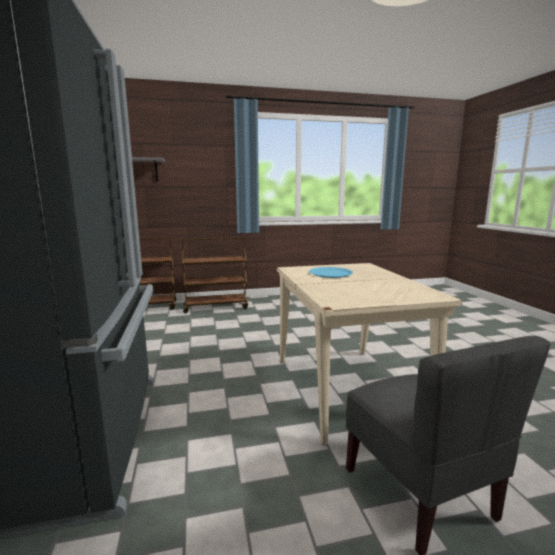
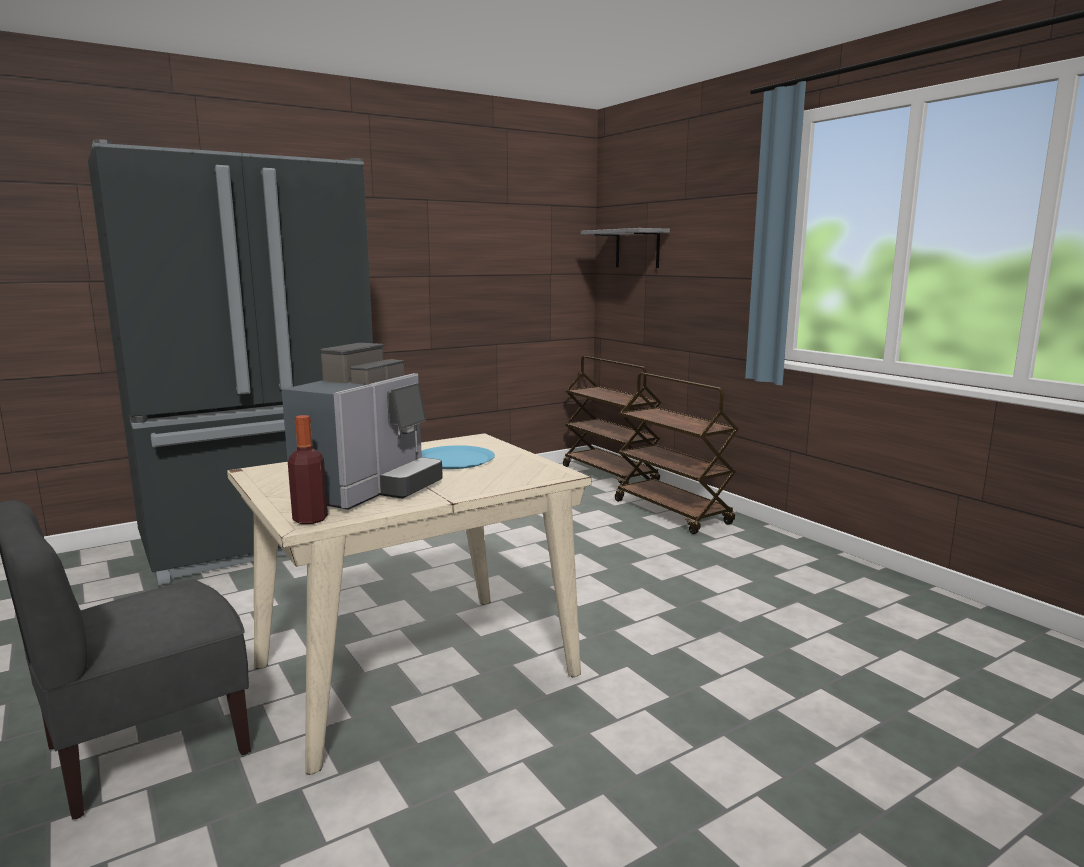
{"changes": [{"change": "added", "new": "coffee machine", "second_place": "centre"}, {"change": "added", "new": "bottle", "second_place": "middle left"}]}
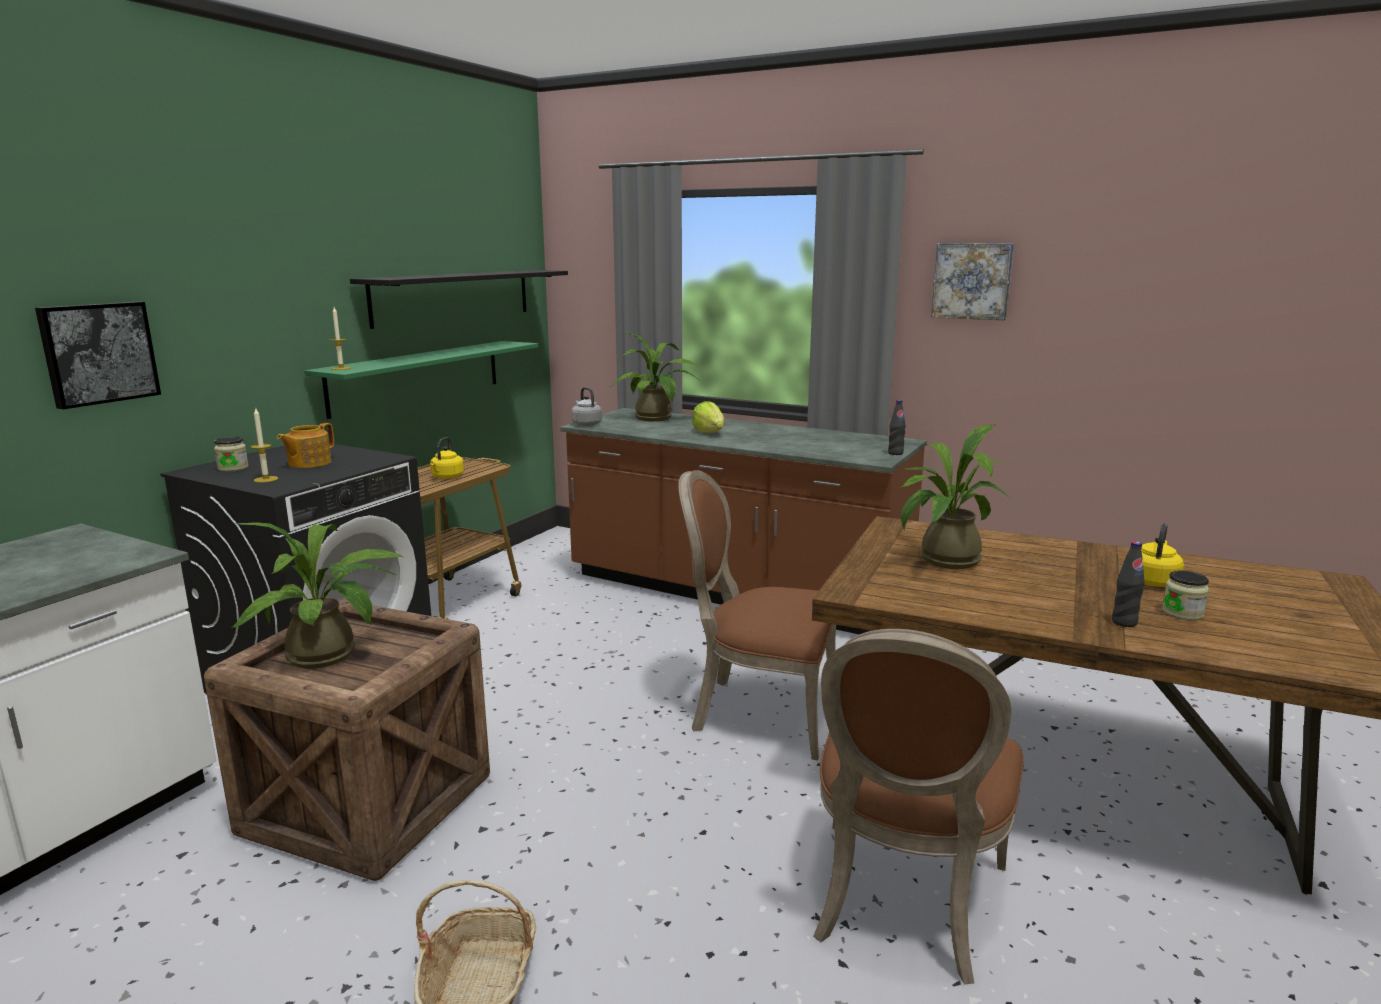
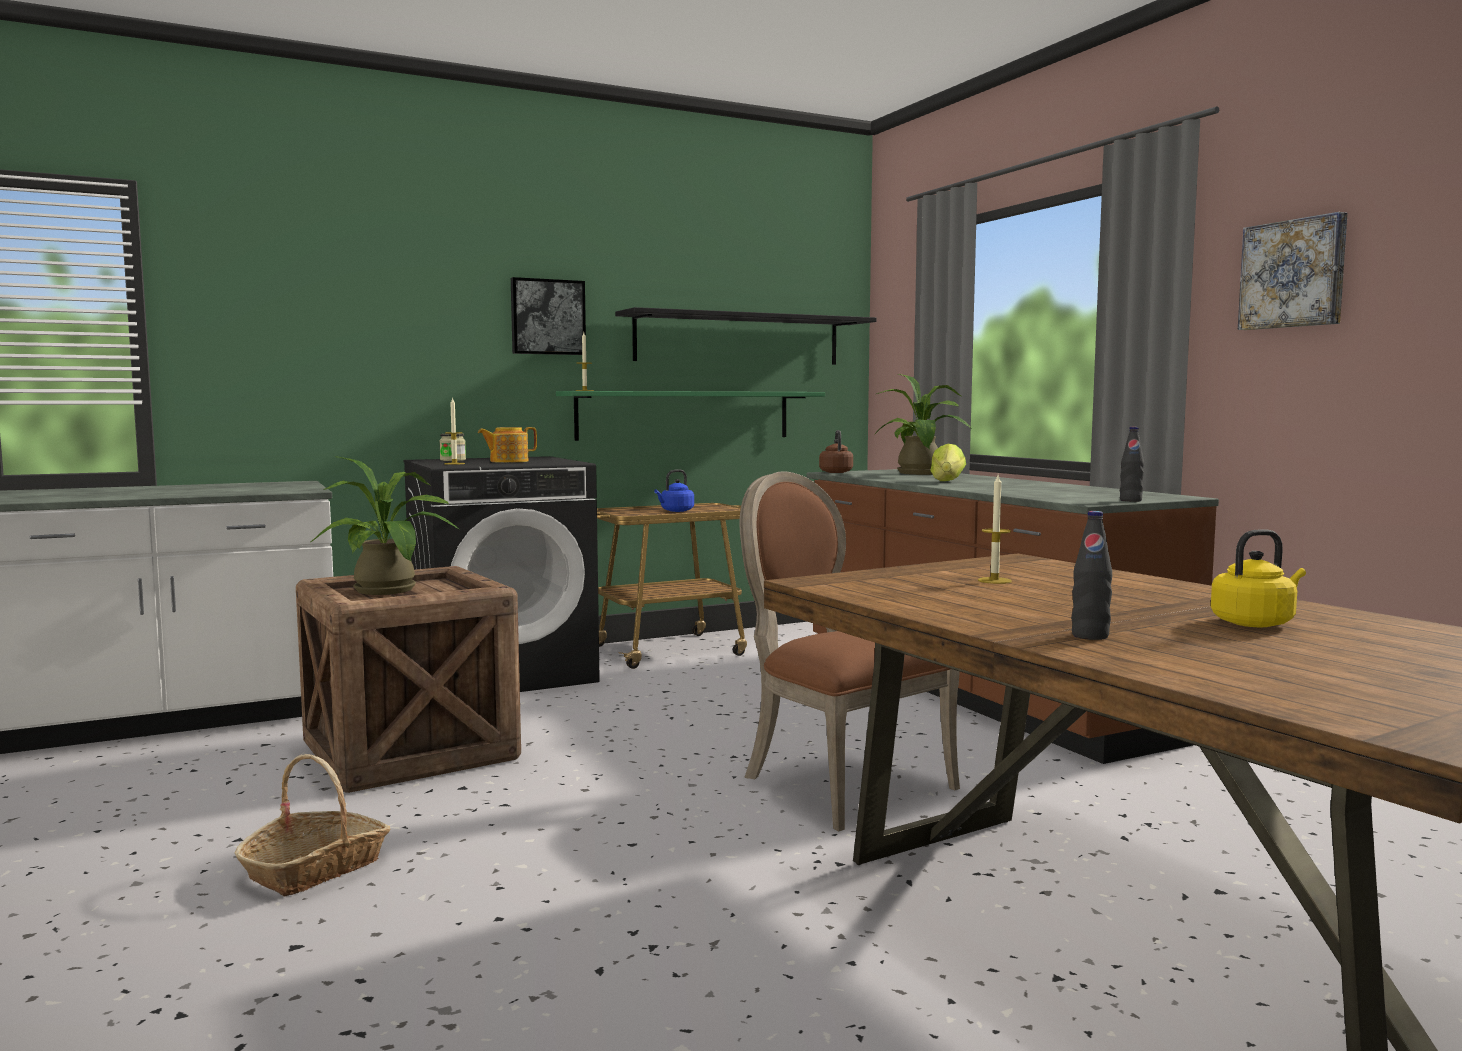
{"changes": [{"change": "moved", "old": "picture (1st from left)", "first_place": "middle left", "second_place": "top centre"}, {"change": "recoloured", "old": "kettle (yellow) (1st from left)", "new": "kettle (blue)", "first_place": "middle left", "second_place": "centre"}, {"change": "recoloured", "old": "kettle (grey)", "new": "kettle (brown)", "first_place": "centre", "second_place": "centre"}, {"change": "removed", "old": "chair (brown) (2nd from left)", "first_place": "bottom centre"}, {"change": "replaced", "old": "potted plant (3rd from left)", "new": "candle (3rd from left)", "first_place": "middle right", "second_place": "middle right"}, {"change": "removed", "old": "jar (2nd from left)", "first_place": "middle right"}]}
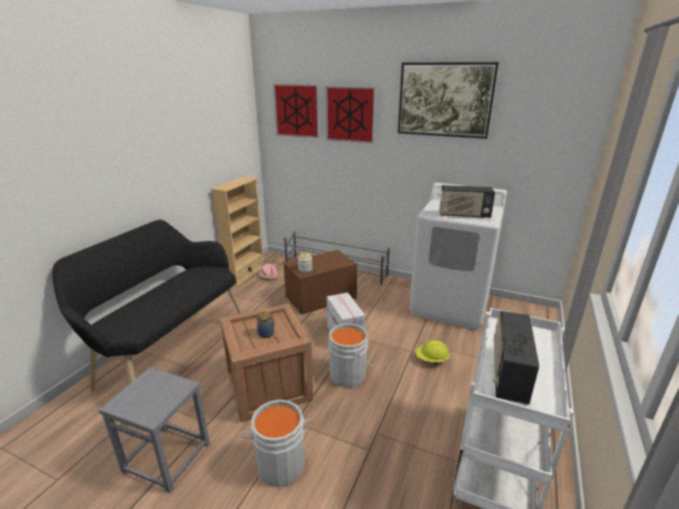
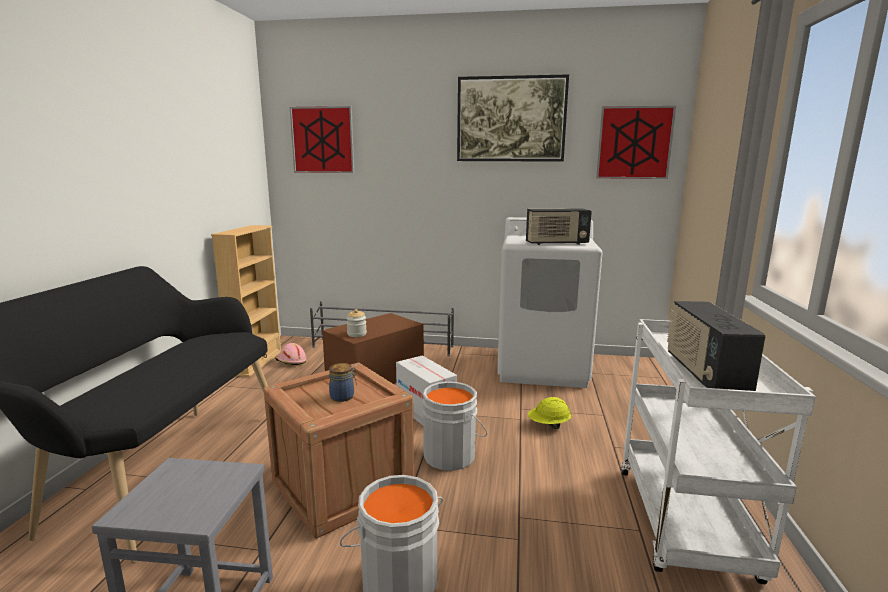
{"changes": [{"change": "moved", "old": "picture (2nd from left in the first image)", "new": "picture (3rd from left)", "first_place": "top centre", "second_place": "top right"}]}
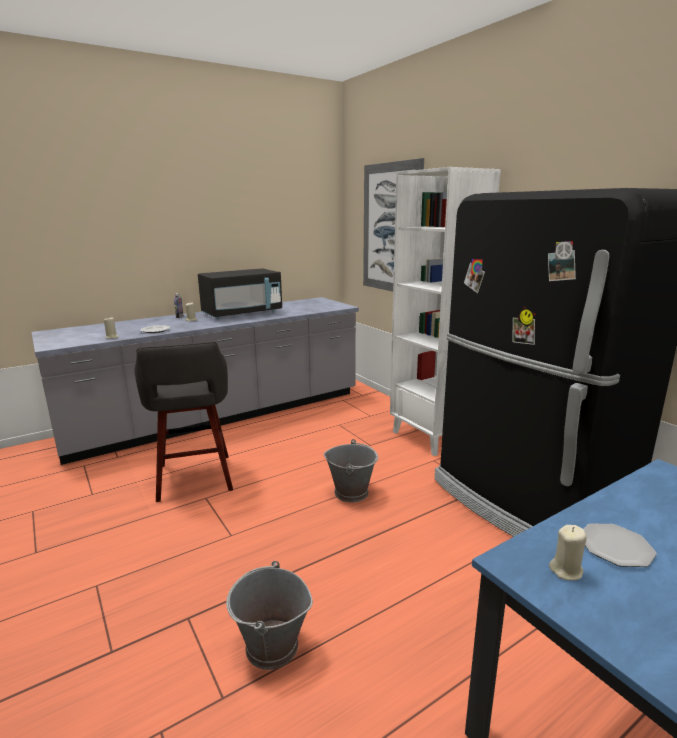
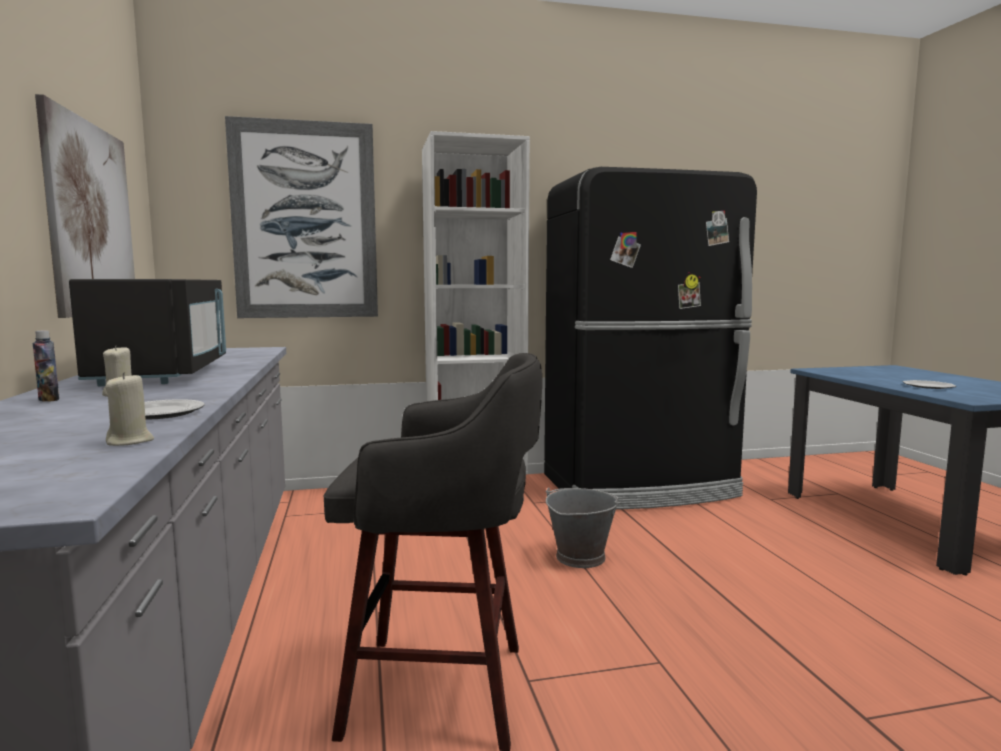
{"changes": [{"change": "removed", "old": "bucket (grey) (1st from left)", "first_place": "bottom centre"}, {"change": "removed", "old": "candle (beige) (3rd from left)", "first_place": "bottom right"}, {"change": "added", "new": "picture (1st from left)", "second_place": "top left"}]}
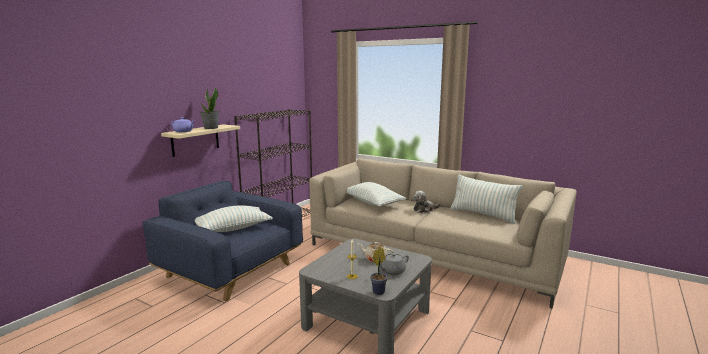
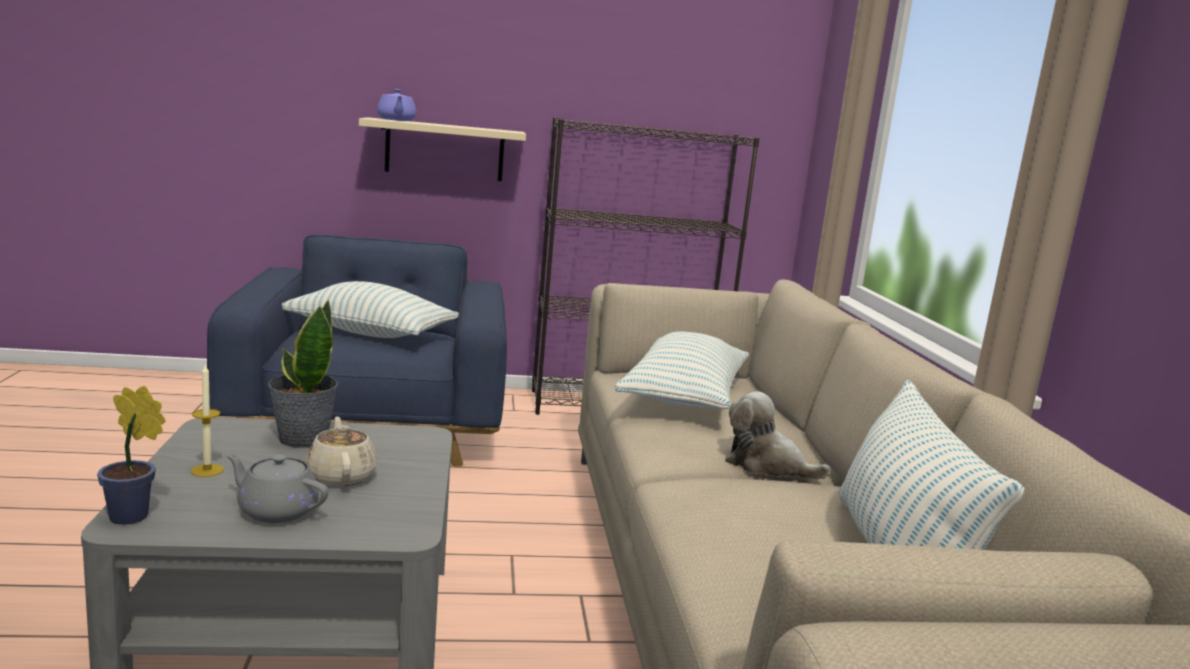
{"changes": [{"change": "moved", "old": "potted plant (1st from left in the first image)", "new": "potted plant (2nd from left)", "first_place": "top left", "second_place": "middle left"}]}
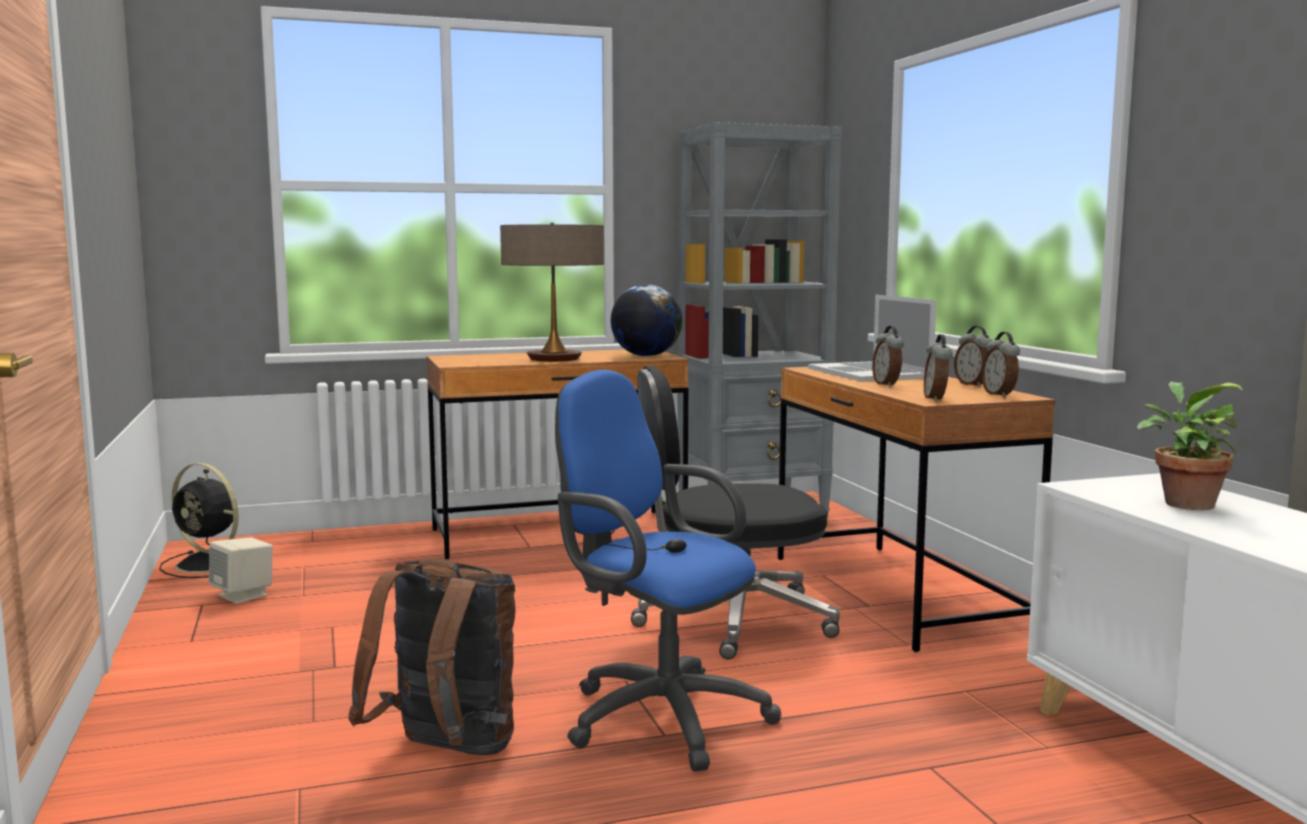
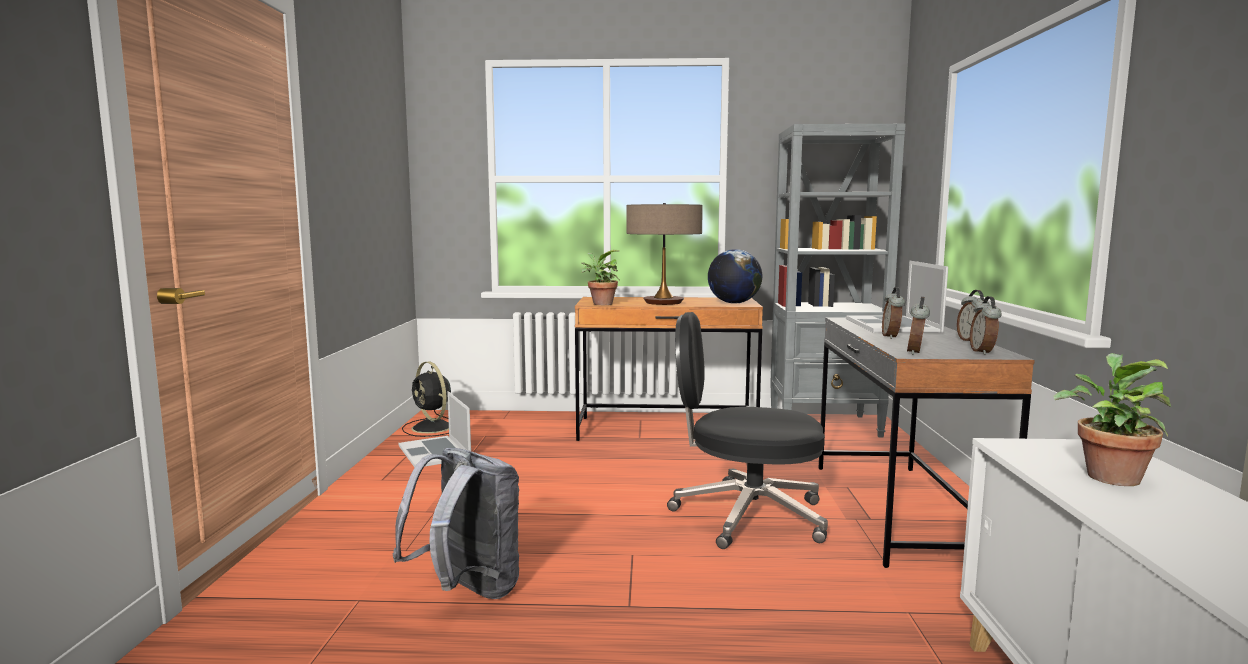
{"changes": [{"change": "replaced", "old": "speaker (beige)", "new": "laptop (1st from left)", "first_place": "bottom left", "second_place": "centre"}, {"change": "recoloured", "old": "backpack (brown)", "new": "backpack (grey)", "first_place": "bottom left", "second_place": "bottom centre"}, {"change": "removed", "old": "office chair (blue)", "first_place": "bottom centre"}, {"change": "recoloured", "old": "desk (brown) (2nd from left)", "new": "desk (grey)", "first_place": "middle right", "second_place": "middle right"}, {"change": "added", "new": "potted plant (1st from left)", "second_place": "centre"}]}
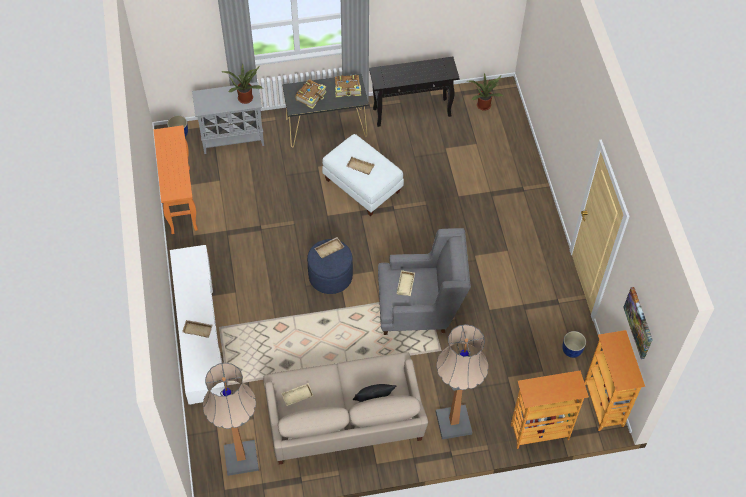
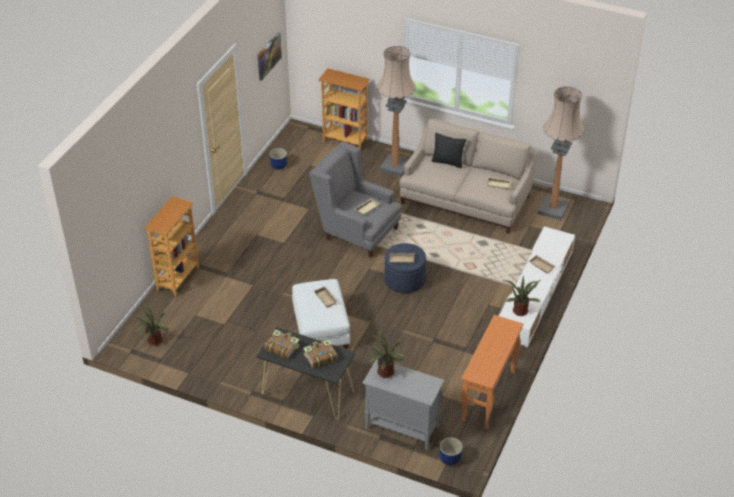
{"changes": [{"change": "removed", "old": "console table (black) (2nd from left)", "first_place": "top centre"}, {"change": "moved", "old": "bookcase (2nd from left in the first image)", "new": "bookcase (1st from left)", "first_place": "bottom right", "second_place": "middle left"}, {"change": "added", "new": "potted plant (3rd from left)", "second_place": "middle right"}]}
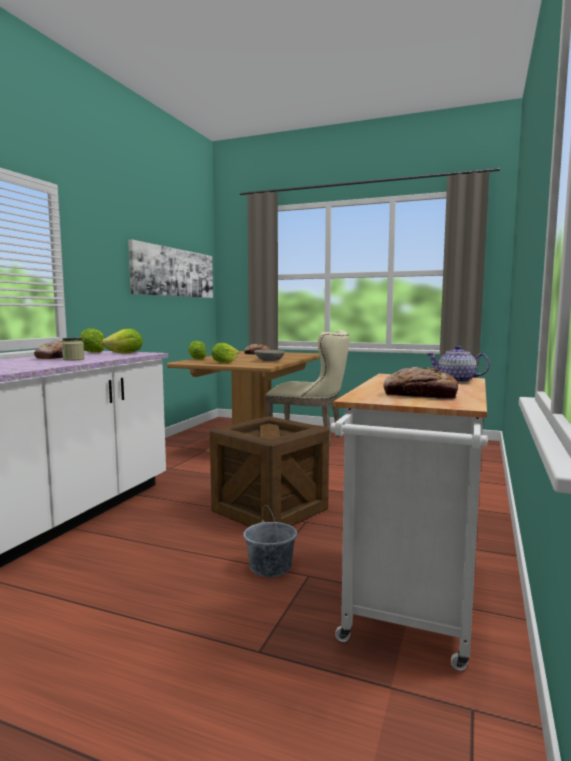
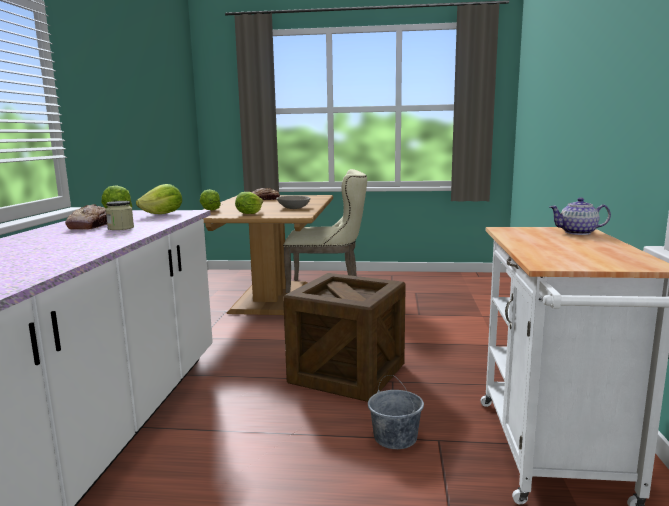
{"changes": [{"change": "removed", "old": "picture", "first_place": "middle left"}, {"change": "removed", "old": "bread (3rd from left)", "first_place": "middle right"}]}
